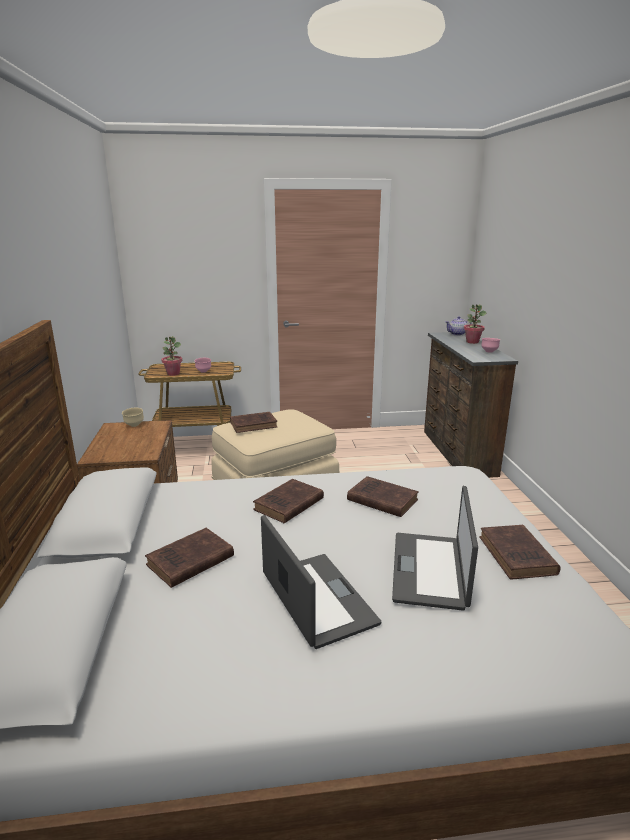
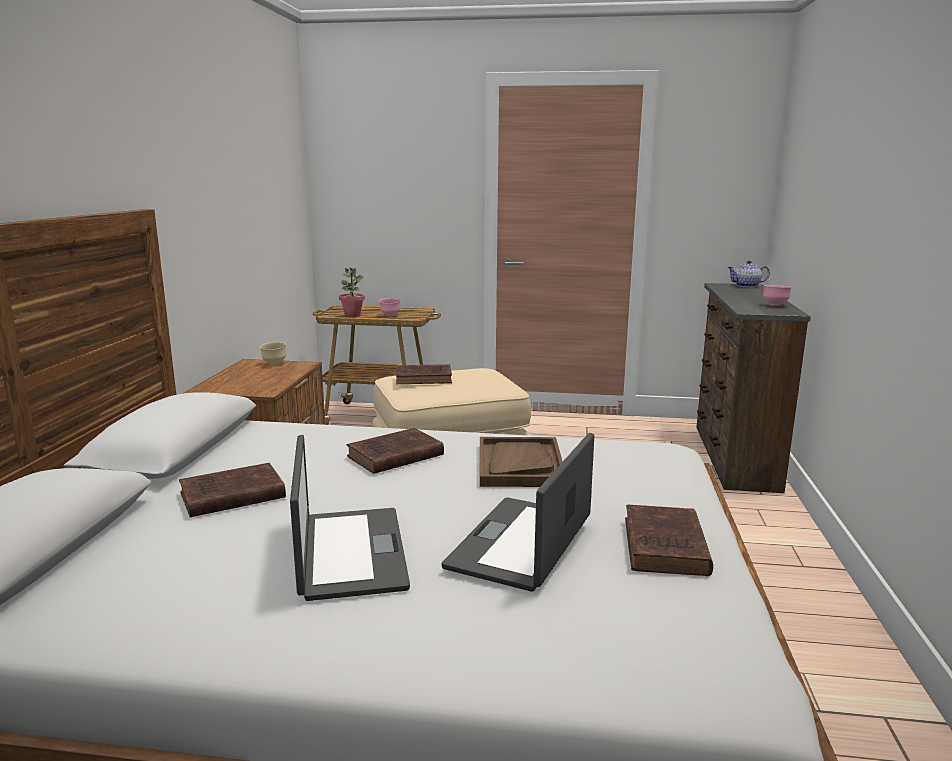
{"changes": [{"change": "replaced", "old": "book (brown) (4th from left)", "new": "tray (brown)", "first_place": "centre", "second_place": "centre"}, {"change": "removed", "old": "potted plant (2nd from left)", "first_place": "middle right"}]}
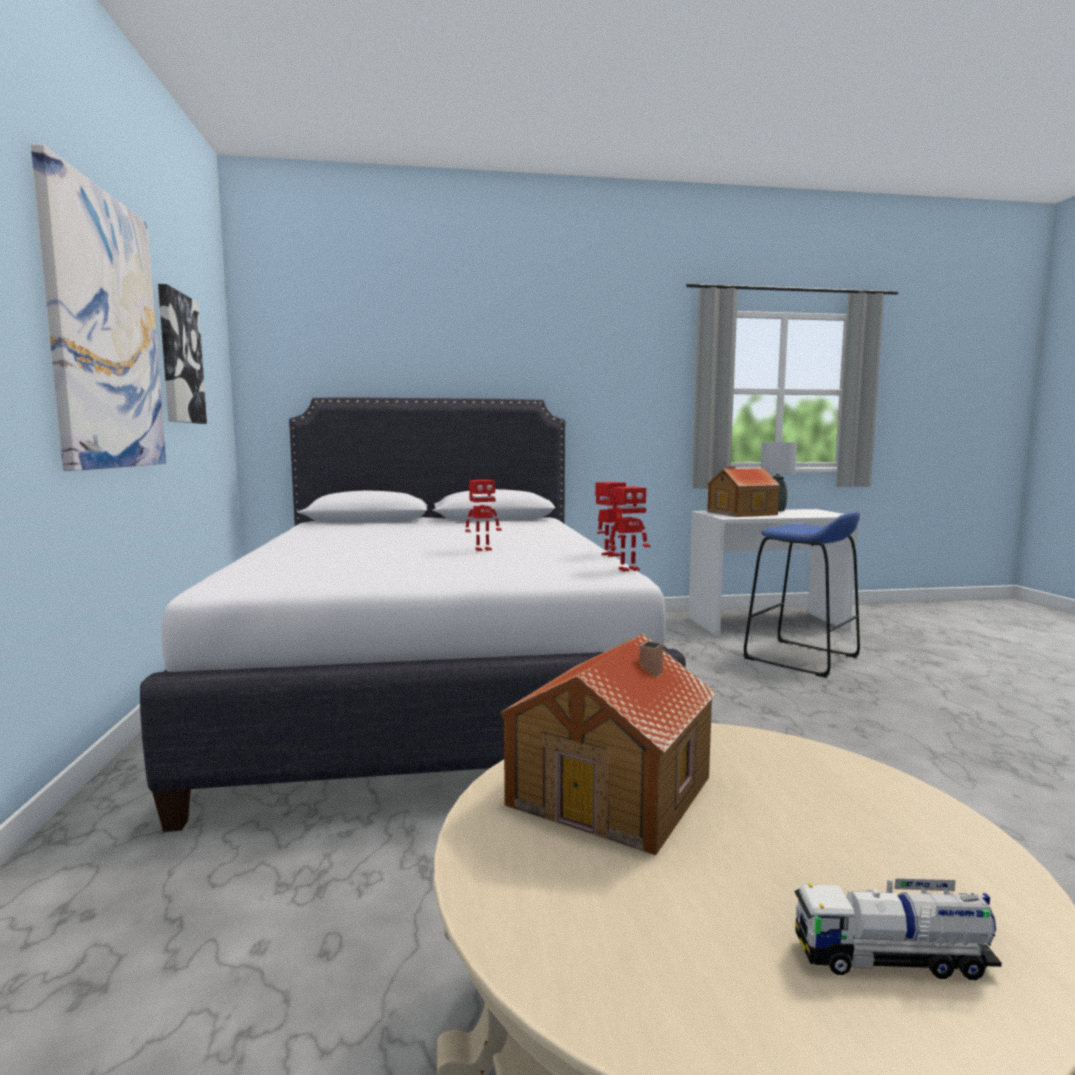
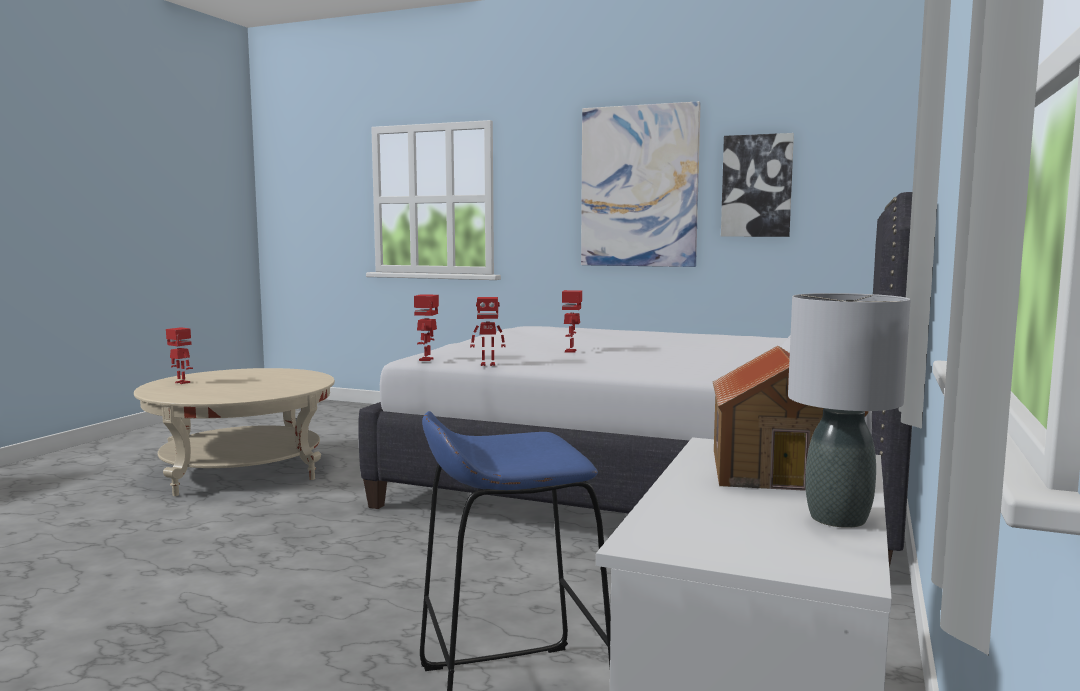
{"changes": [{"change": "removed", "old": "toy house (1st from left)", "first_place": "bottom centre"}, {"change": "replaced", "old": "toy truck", "new": "toy robot (1st from left)", "first_place": "bottom right", "second_place": "middle left"}]}
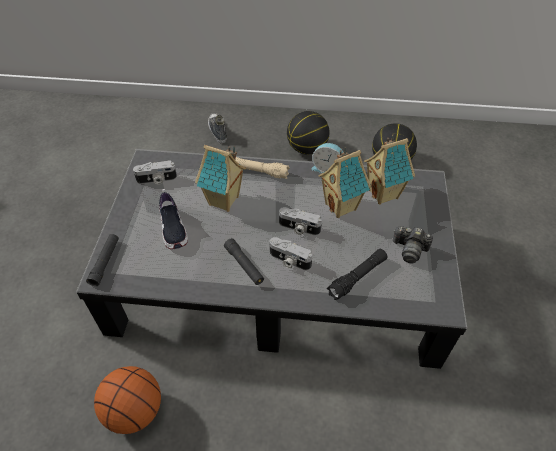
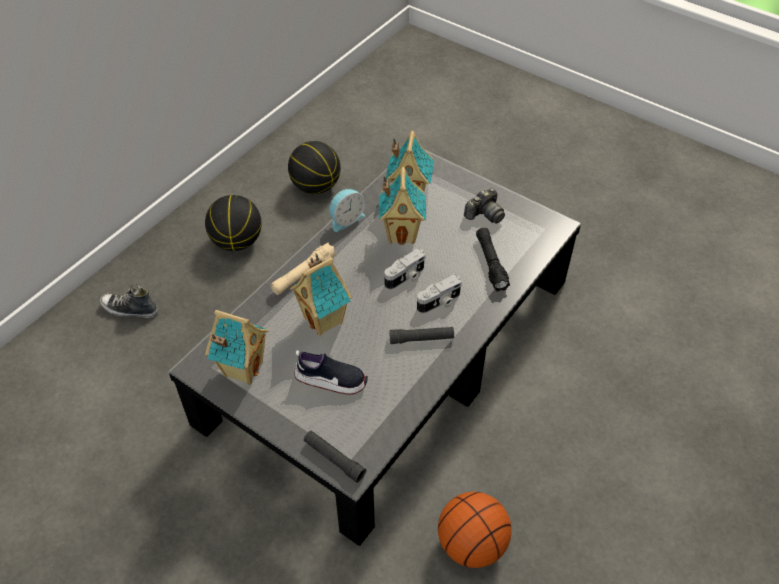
{"changes": [{"change": "replaced", "old": "photo camera (1st from left)", "new": "toy house (1st from left)", "first_place": "middle left", "second_place": "middle left"}]}
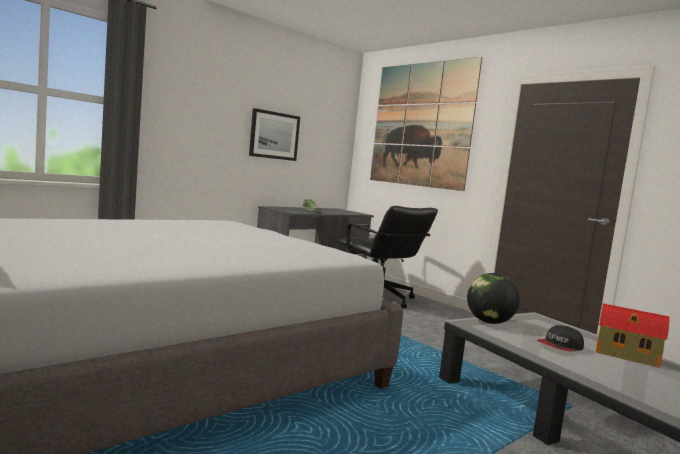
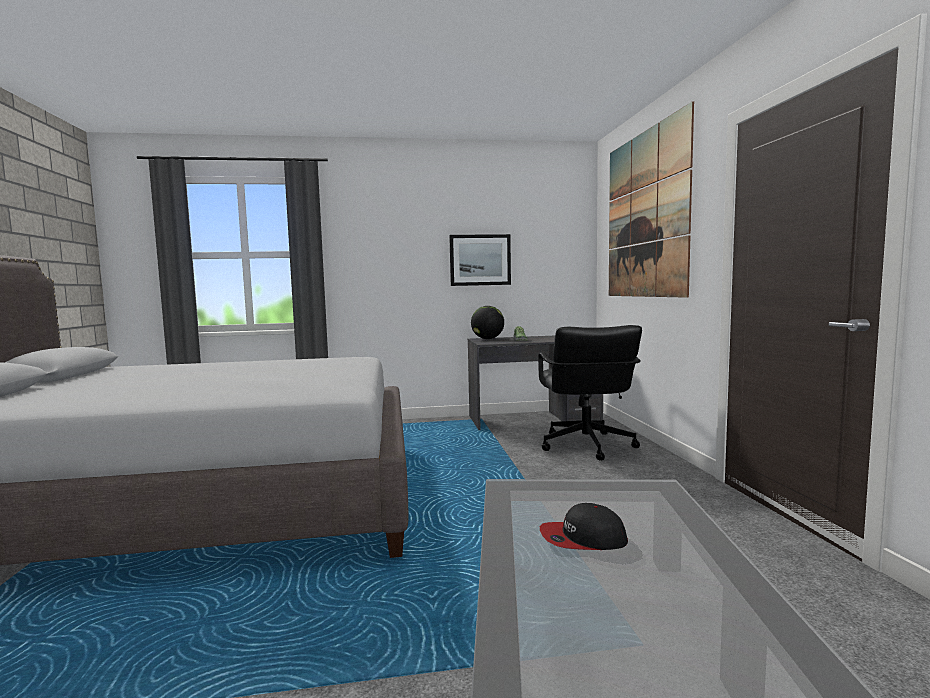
{"changes": [{"change": "moved", "old": "globe", "first_place": "middle right", "second_place": "centre"}, {"change": "removed", "old": "toy house", "first_place": "bottom right"}]}
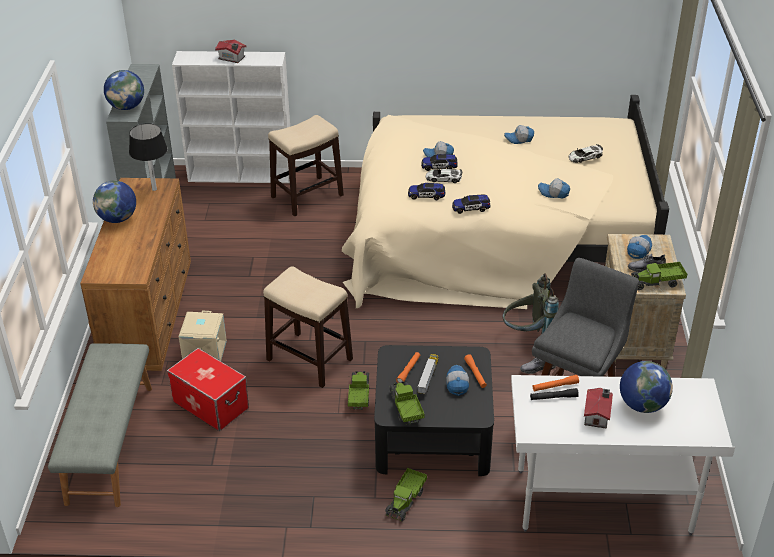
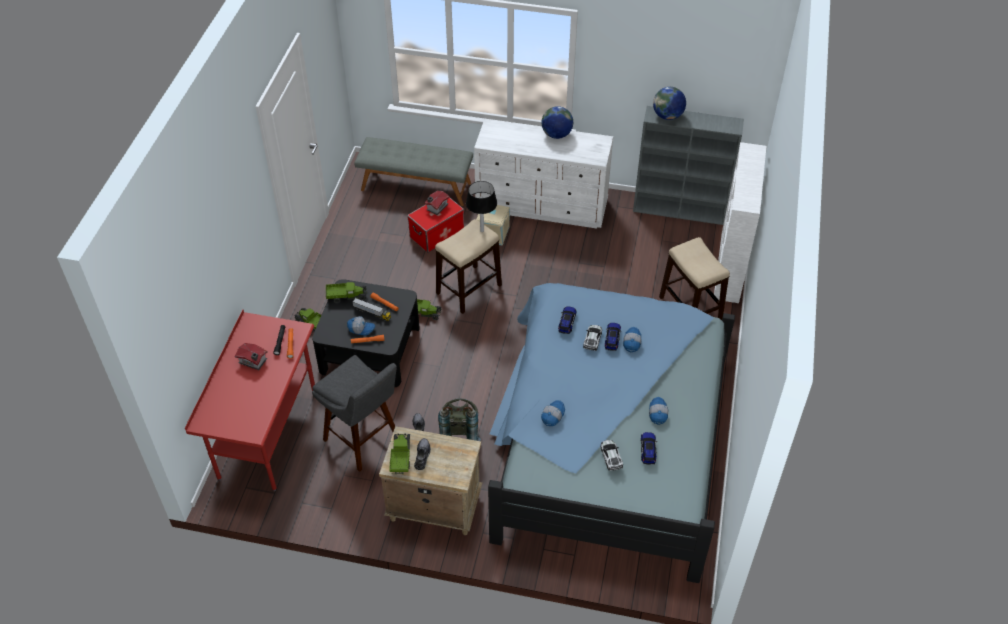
{"changes": [{"change": "recoloured", "old": "dresser (brown)", "new": "dresser (white)", "first_place": "middle left", "second_place": "top centre"}, {"change": "moved", "old": "table lamp (black)", "first_place": "top left", "second_place": "top centre"}, {"change": "moved", "old": "toy house (1st from left in the first image)", "new": "toy house (2nd from left)", "first_place": "top left", "second_place": "top centre"}, {"change": "recoloured", "old": "bed (beige)", "new": "bed (blue)", "first_place": "centre", "second_place": "bottom centre"}, {"change": "moved", "old": "toy car (4th from left in the first image)", "new": "toy car (5th from left)", "first_place": "centre", "second_place": "bottom centre"}, {"change": "recoloured", "old": "desk (white)", "new": "desk (red)", "first_place": "bottom right", "second_place": "middle left"}, {"change": "removed", "old": "globe (3rd from left)", "first_place": "bottom right"}, {"change": "removed", "old": "cap (5th from left)", "first_place": "middle right"}]}
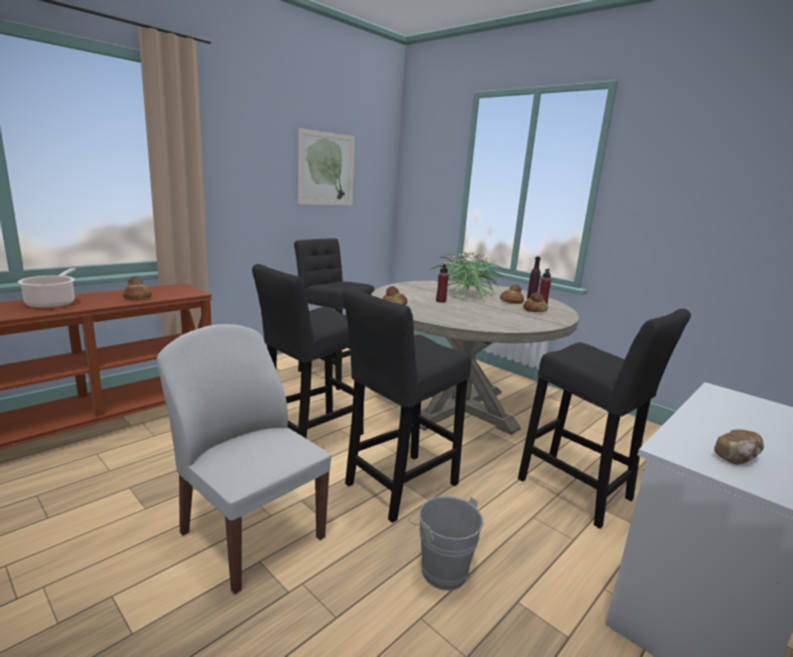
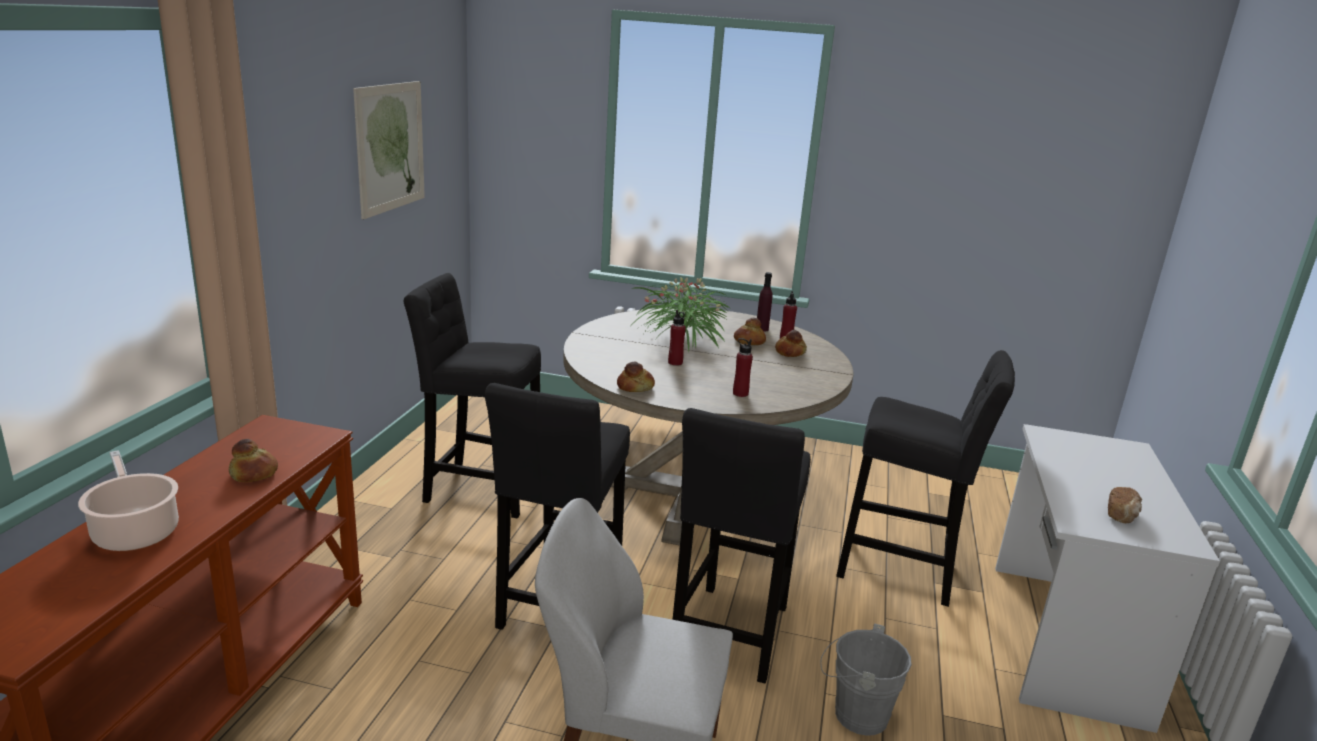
{"changes": [{"change": "added", "new": "bottle (red) (2nd from left)", "second_place": "centre"}]}
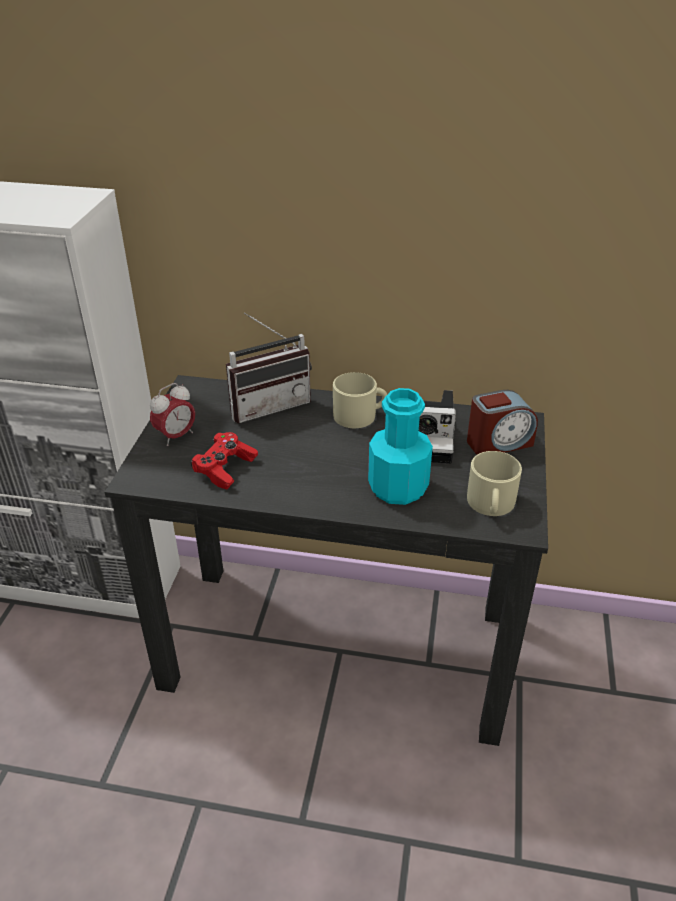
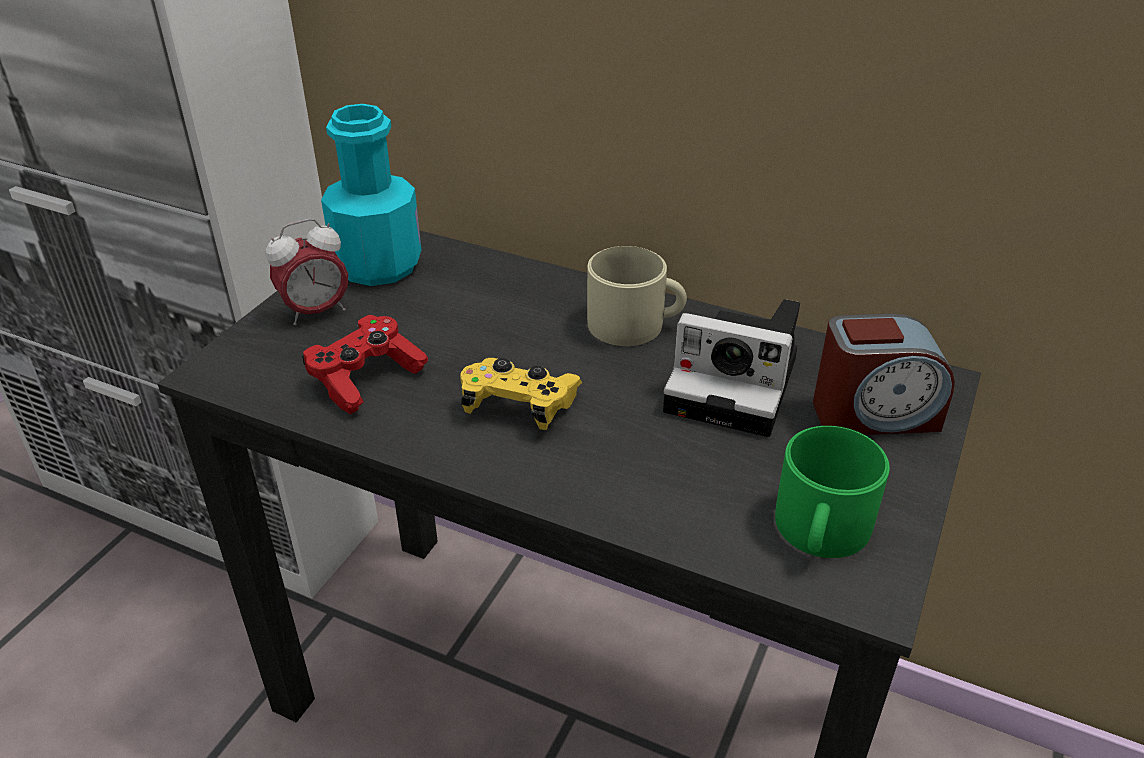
{"changes": [{"change": "removed", "old": "radio", "first_place": "centre"}, {"change": "moved", "old": "bottle (turquoise)", "first_place": "centre", "second_place": "top left"}, {"change": "recoloured", "old": "mug (beige) (2nd from left)", "new": "mug (green)", "first_place": "middle right", "second_place": "middle right"}, {"change": "added", "new": "game controller (yellow)", "second_place": "centre"}]}
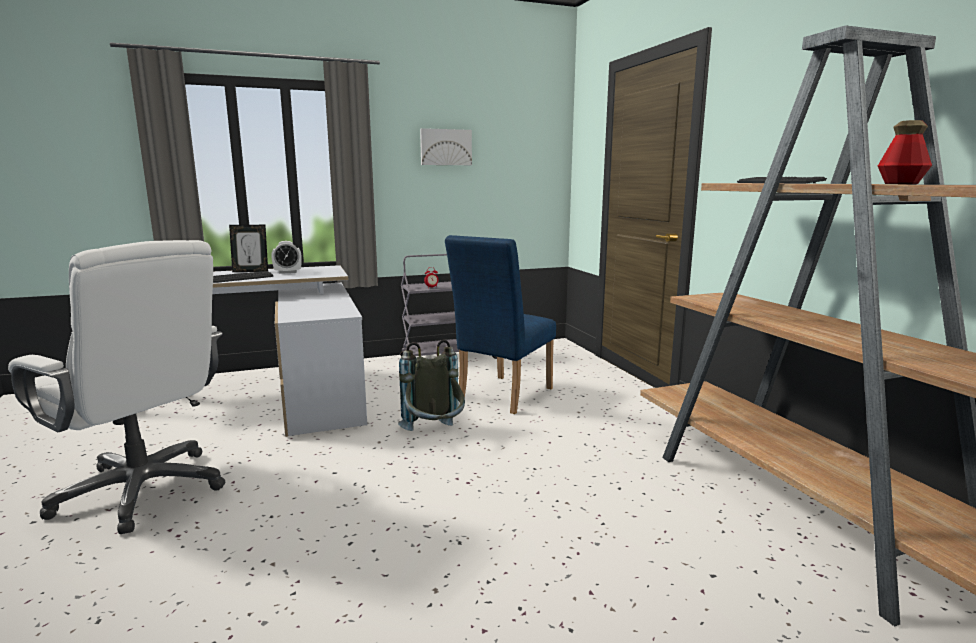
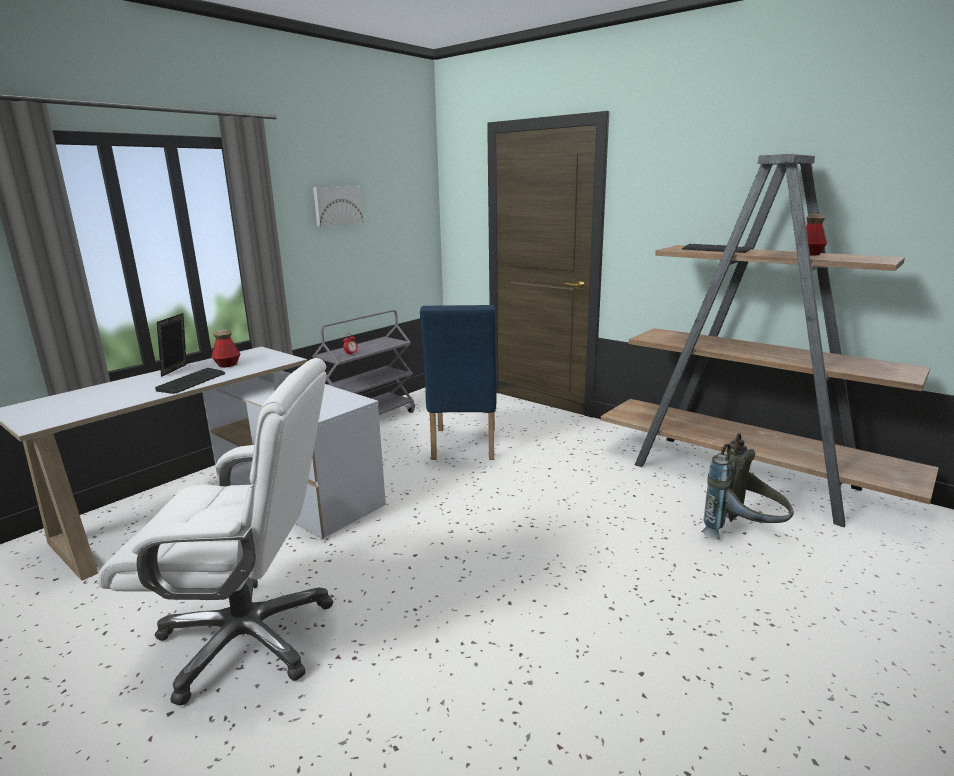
{"changes": [{"change": "turned", "old": "picture frame", "first_place": "middle left", "second_place": "middle left", "degrees": 135}, {"change": "replaced", "old": "alarm clock (1st from left)", "new": "bottle (1st from left)", "first_place": "middle left", "second_place": "middle left"}, {"change": "moved", "old": "backpack (grey)", "first_place": "centre", "second_place": "middle right"}]}
